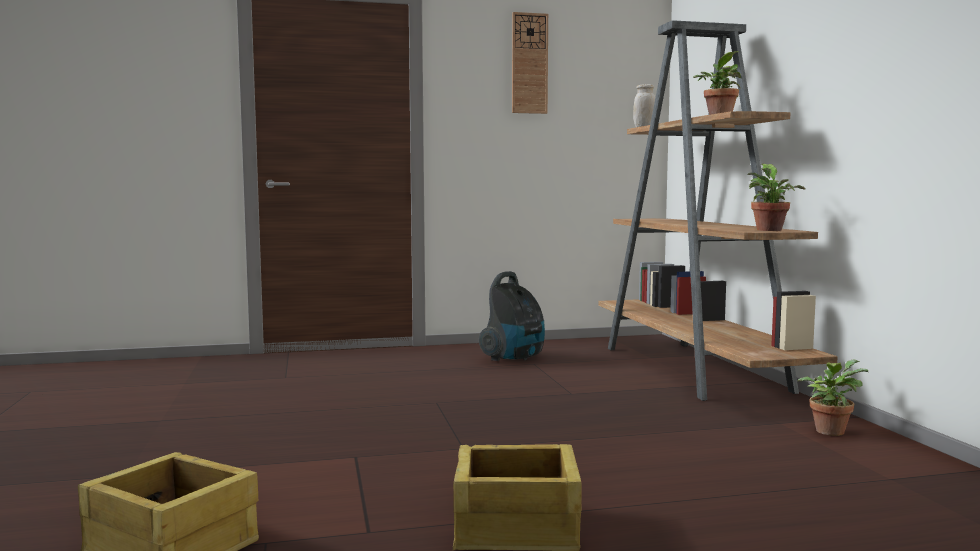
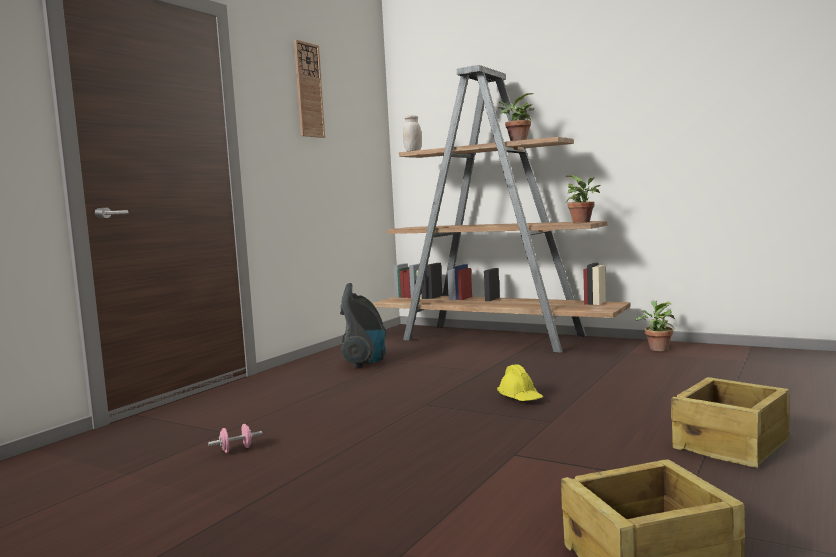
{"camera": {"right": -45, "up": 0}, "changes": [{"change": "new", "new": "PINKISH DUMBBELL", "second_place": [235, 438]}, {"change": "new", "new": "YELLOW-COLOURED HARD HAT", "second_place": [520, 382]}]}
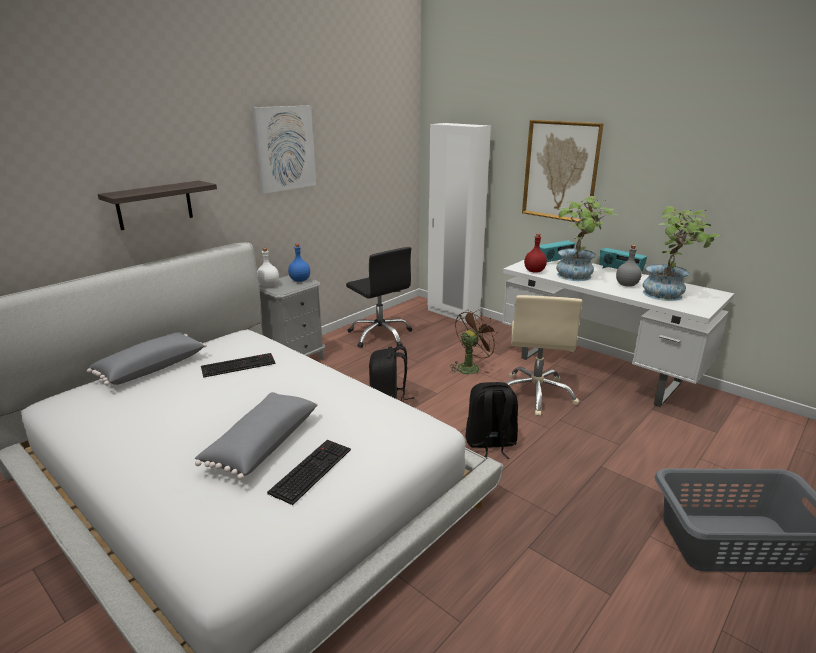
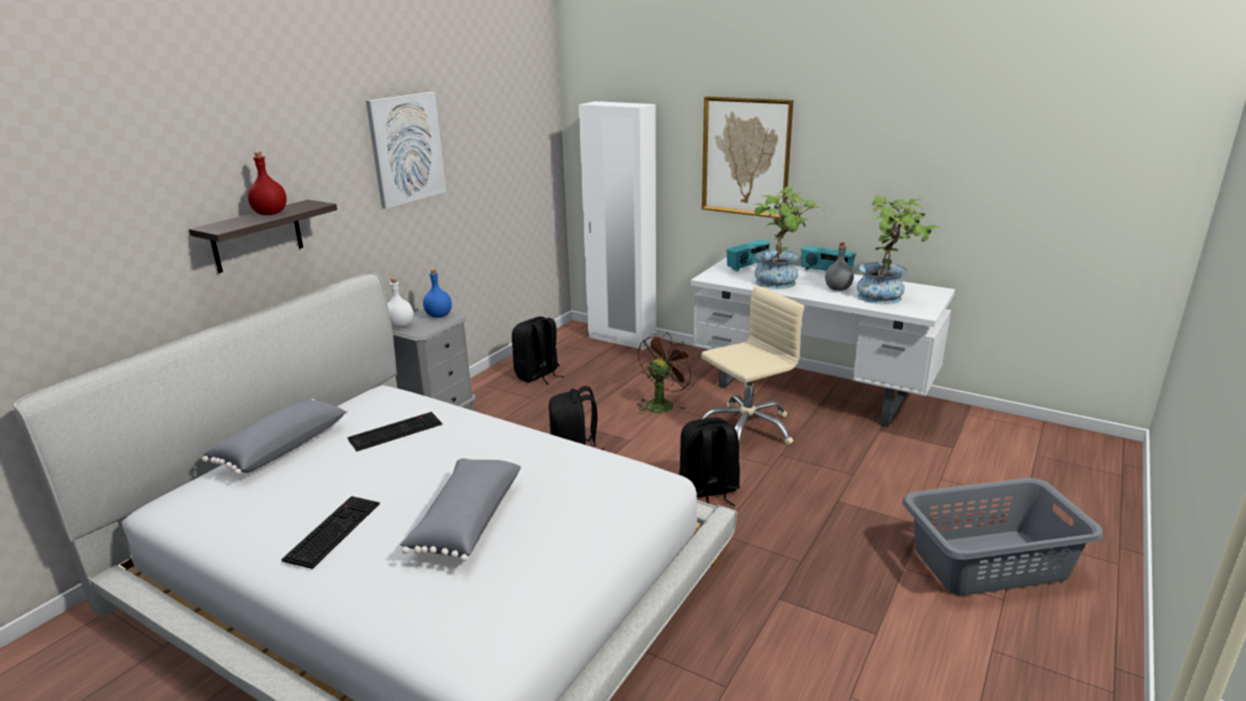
{"camera": {"right": -10, "up": 0}, "changes": [{"change": "shifted", "old": "COMPUTER KEYBOARD", "first_place": [309, 472], "second_place": [330, 532]}, {"change": "shifted", "old": "REDDISH BOTTLE", "first_place": [535, 253], "second_place": [267, 183]}, {"change": "swapped", "old": "BLACK-COLOURED COMPUTER CHAIR", "new": "BLACK-COLOURED KNAPSACK", "first_place": [379, 297], "second_place": [538, 350]}, {"change": "rotated", "old": "BEIGE COMPUTER CHAIR", "first_place": [544, 356], "second_place": [752, 365], "degrees": -120}]}
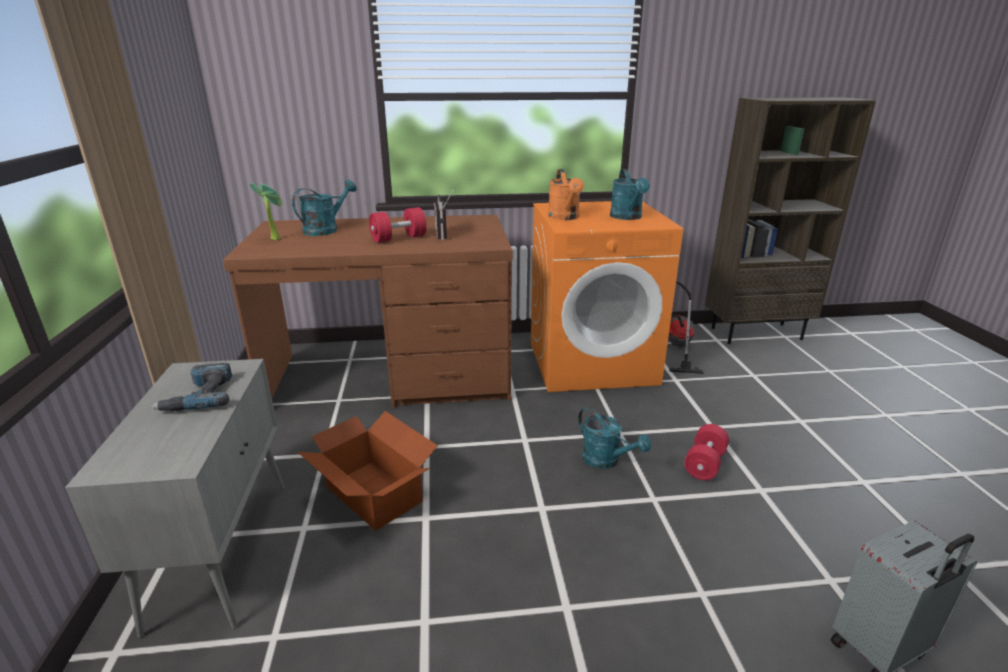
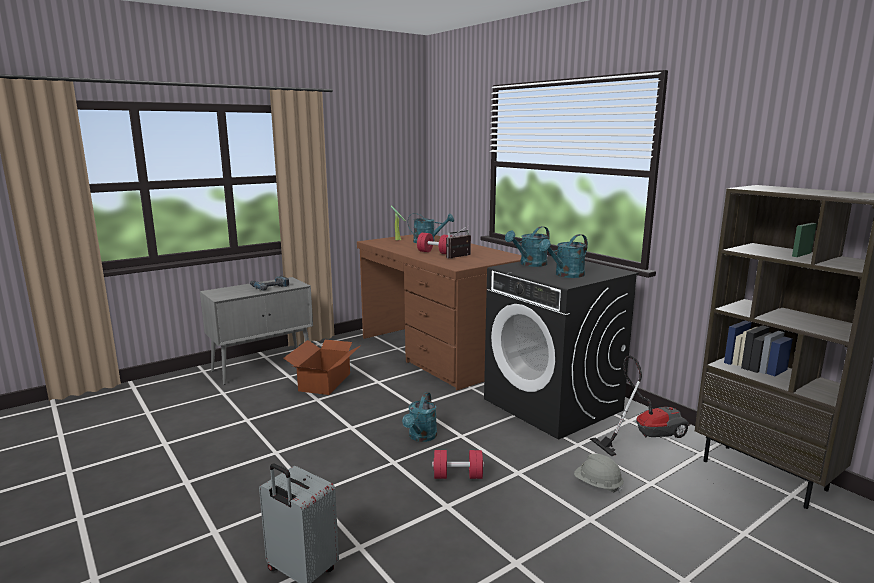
{"camera": {"right": 60, "up": -10}, "changes": [{"change": "new", "new": "GREYISH HARD HAT", "second_place": [599, 473]}, {"change": "repainted", "old": "ORANGE-COLOURED WASHING MACHINE", "new": "BLACK-COLOURED WASHING MACHINE", "first_place": [607, 296], "second_place": [561, 348]}, {"change": "repainted", "old": "ORANGE-COLOURED WATERING CAN", "new": "TURQUOISE WATERING CAN", "first_place": [566, 194], "second_place": [527, 246]}]}
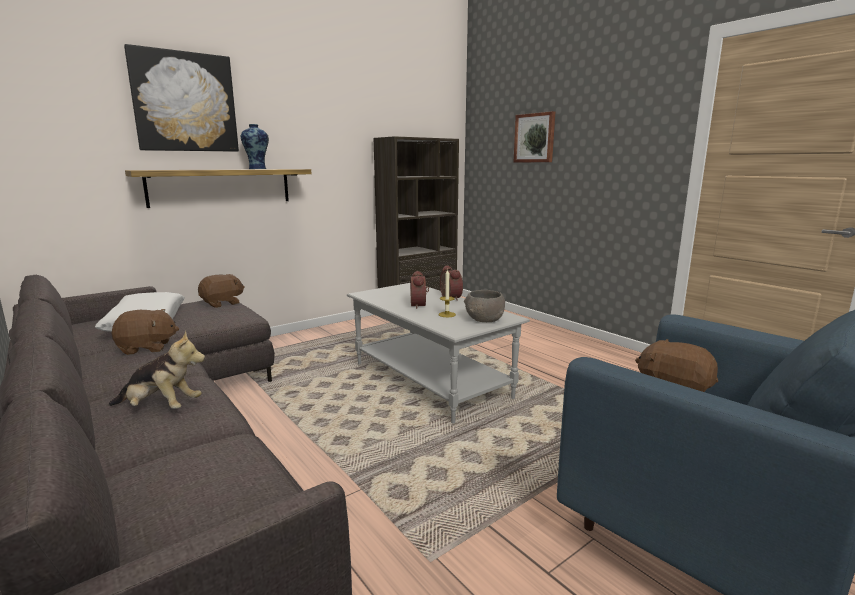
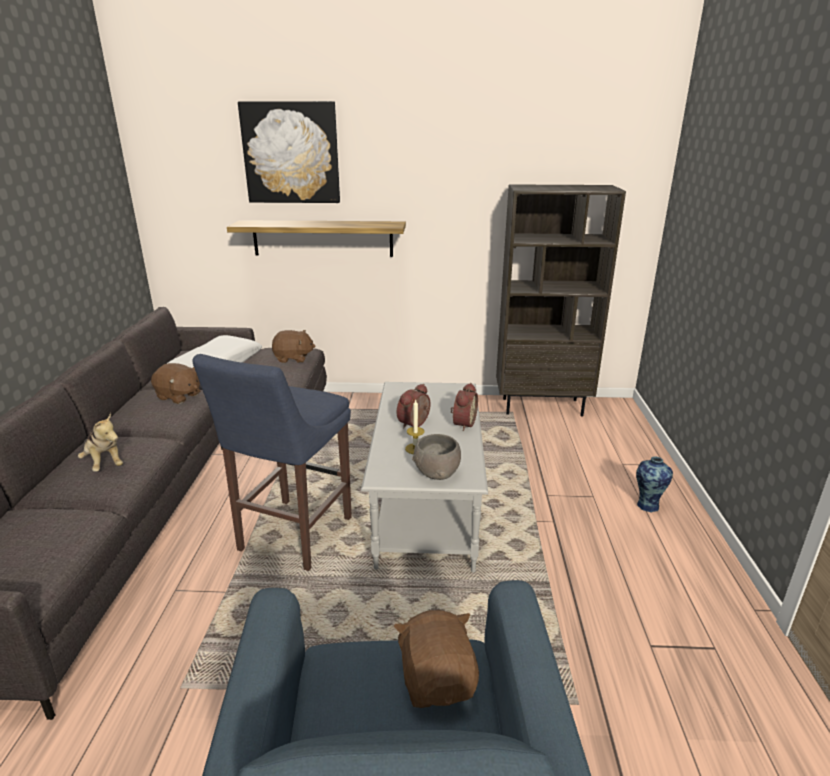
{"camera": {"right": 40, "up": 10}, "changes": [{"change": "gone", "old": "WALL PICTURE", "first_place": [534, 136]}, {"change": "new", "new": "BLUISH STOOL SEAT", "second_place": [272, 462]}, {"change": "shifted", "old": "FLOWER VASE", "first_place": [255, 146], "second_place": [654, 484]}]}
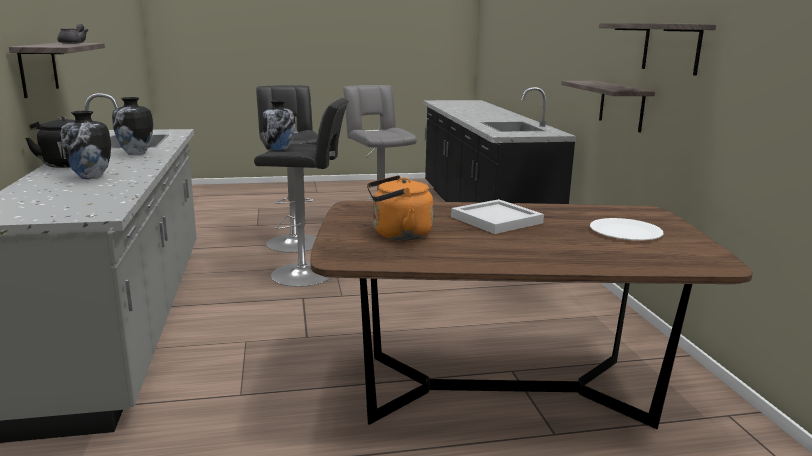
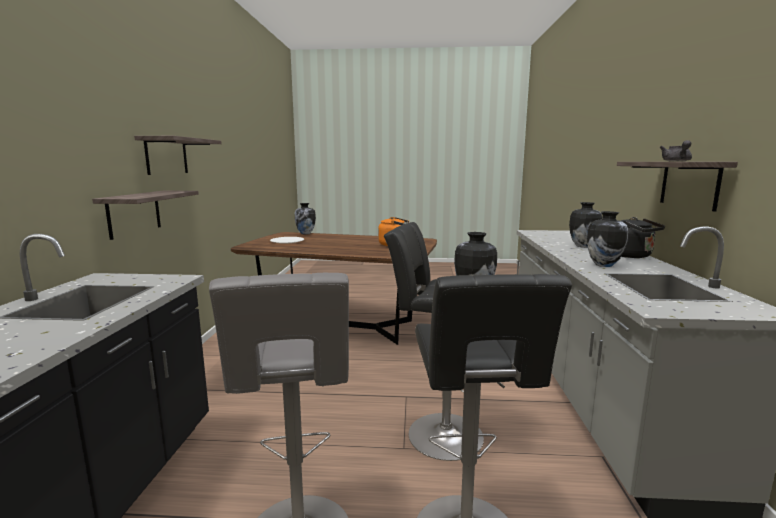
{"camera": {"right": -165, "up": -5}, "changes": [{"change": "gone", "old": "WHITISH TRAY", "first_place": [497, 216]}, {"change": "new", "new": "FLOWER VASE", "second_place": [305, 218]}]}
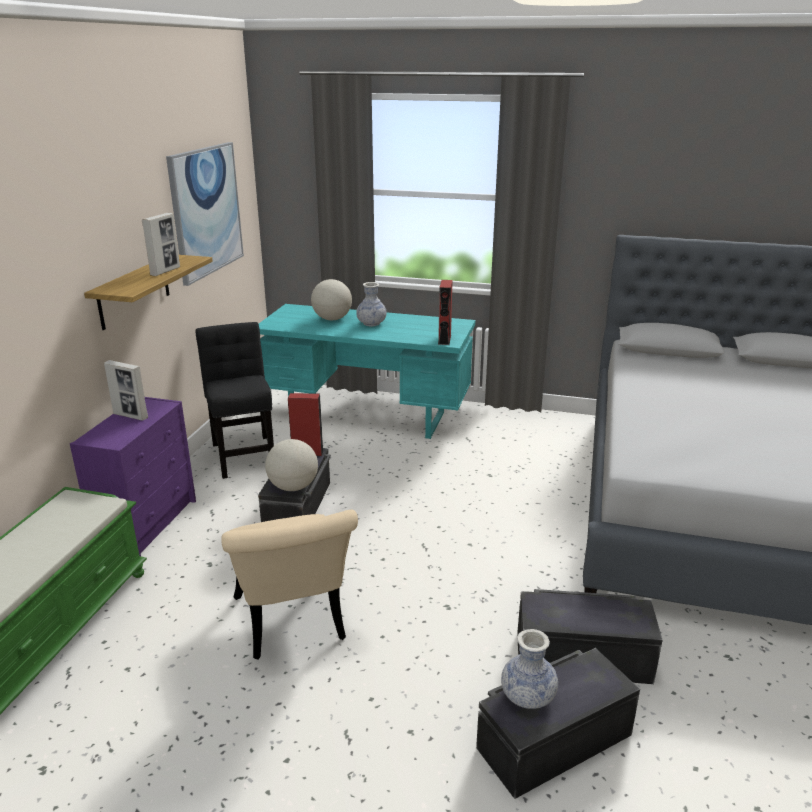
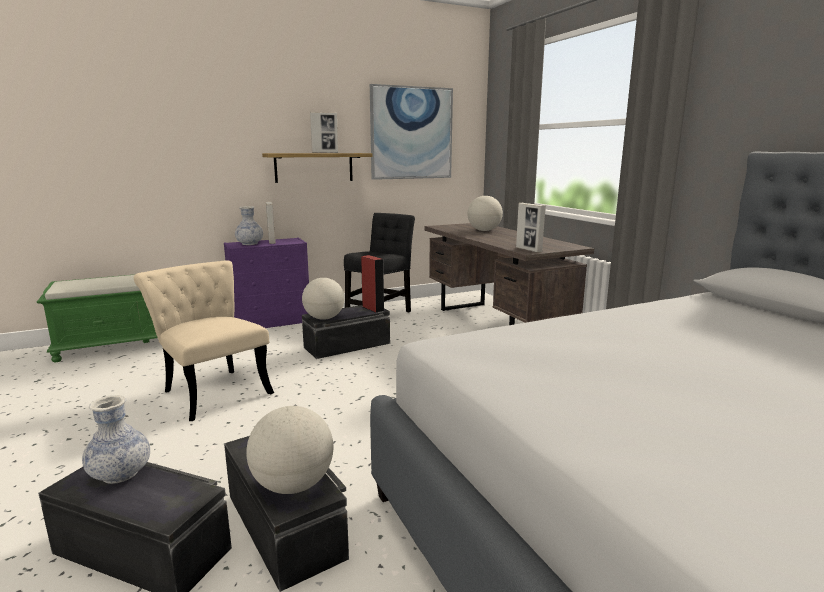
{"camera": {"right": 50, "up": -10}, "changes": [{"change": "new", "new": "WORLD GLOBE", "second_place": [289, 450]}, {"change": "shifted", "old": "FLOWER VASE", "first_place": [371, 304], "second_place": [249, 225]}, {"change": "swapped", "old": "REDDISH AUDIO SPEAKER", "new": "STANDING FRAME", "first_place": [445, 312], "second_place": [531, 228]}, {"change": "repainted", "old": "TURQUOISE DESK TABLE", "new": "BROWN-COLOURED DESK TABLE", "first_place": [367, 371], "second_place": [509, 274]}, {"change": "rotated", "old": "BEIGE UPRIGHT CHAIR", "first_place": [289, 584], "second_place": [204, 340], "degrees": 105}]}
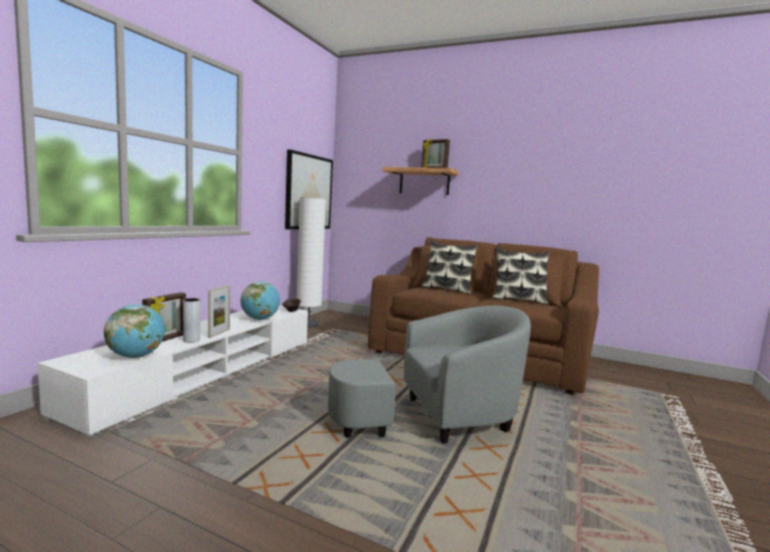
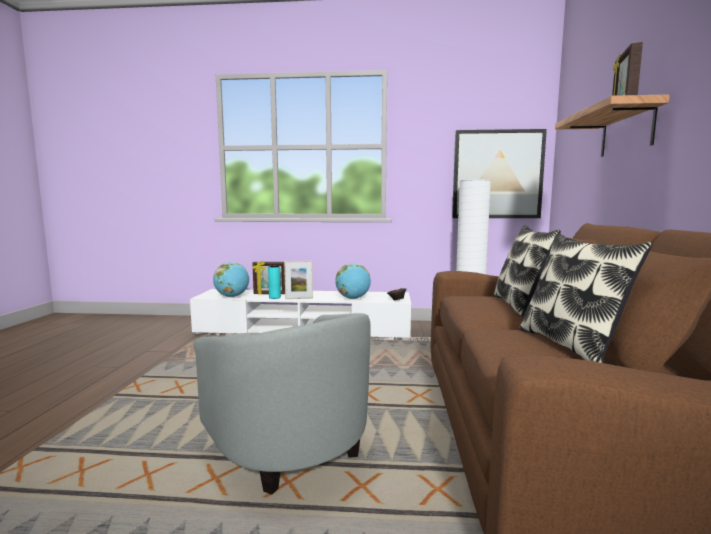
{"camera": {"right": 70, "up": 0}, "changes": [{"change": "repainted", "old": "GREYISH FLOWER VASE", "new": "TURQUOISE FLOWER VASE", "first_place": [191, 320], "second_place": [274, 282]}]}
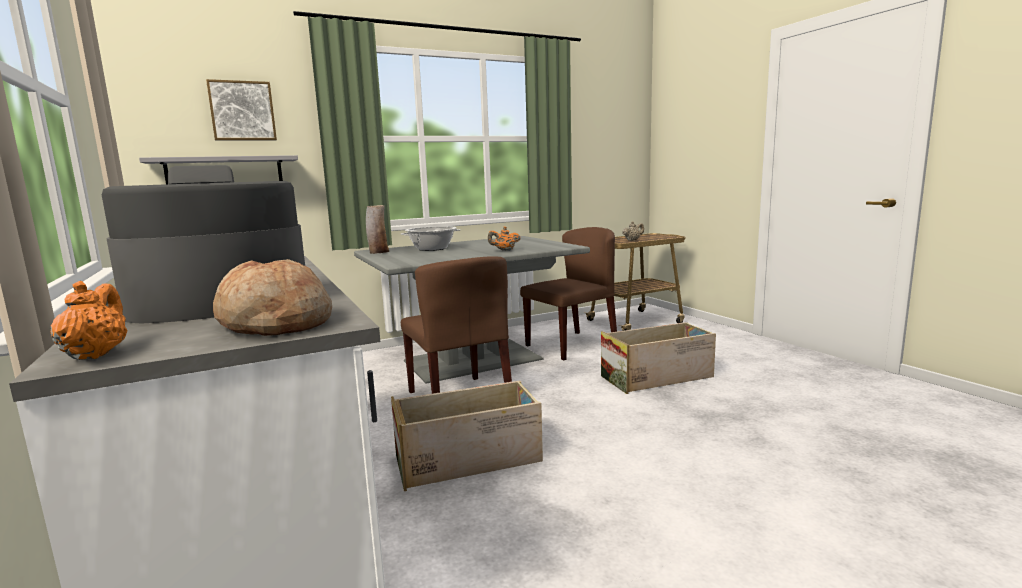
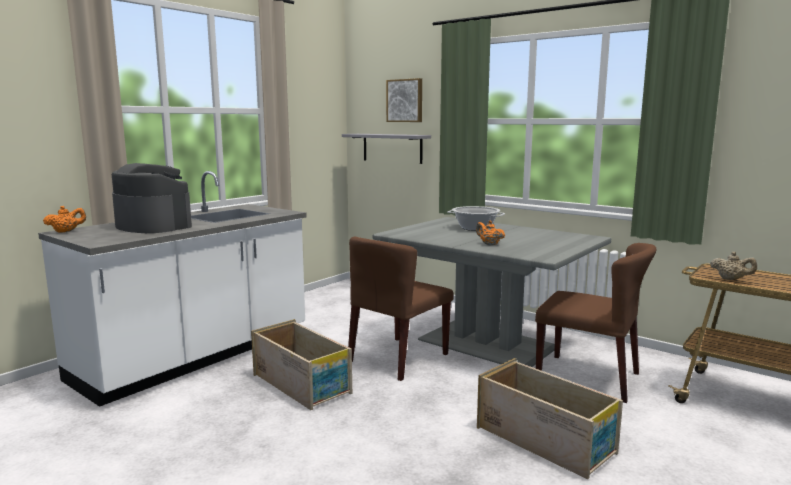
{"camera": {"right": 65, "up": 0}, "changes": [{"change": "gone", "old": "BAKERY BREAD", "first_place": [272, 297]}, {"change": "gone", "old": "FLOWER VASE", "first_place": [377, 229]}]}
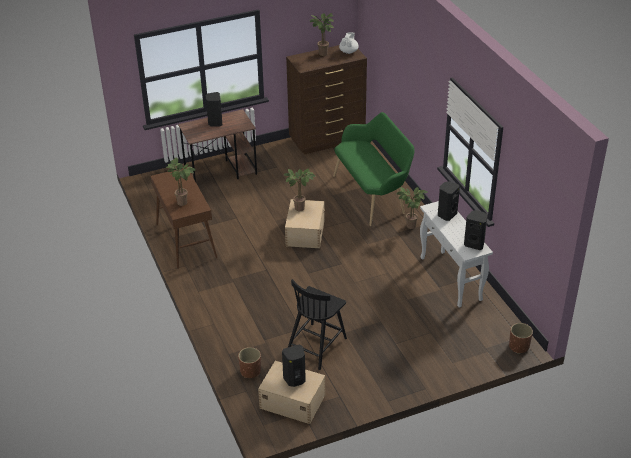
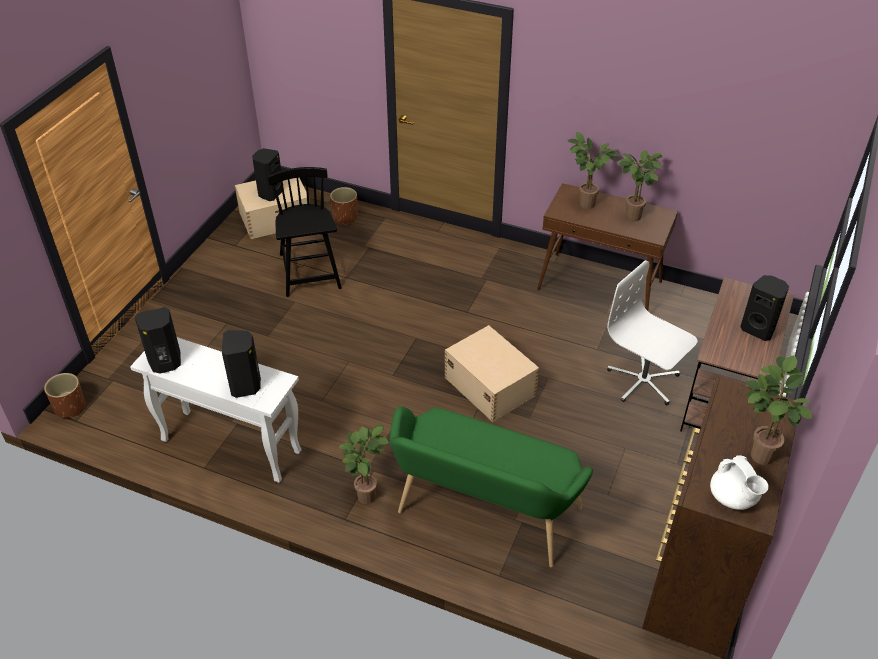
{"camera": {"right": 135, "up": 5}, "changes": [{"change": "new", "new": "WHITISH COMPUTER CHAIR", "second_place": [652, 332]}, {"change": "shifted", "old": "POTTED PLANT", "first_place": [299, 190], "second_place": [641, 185]}]}
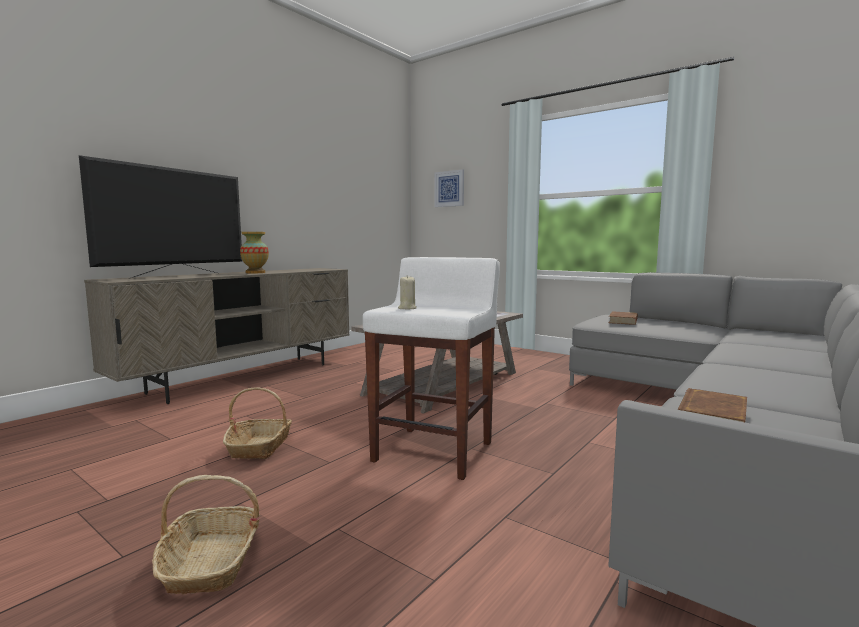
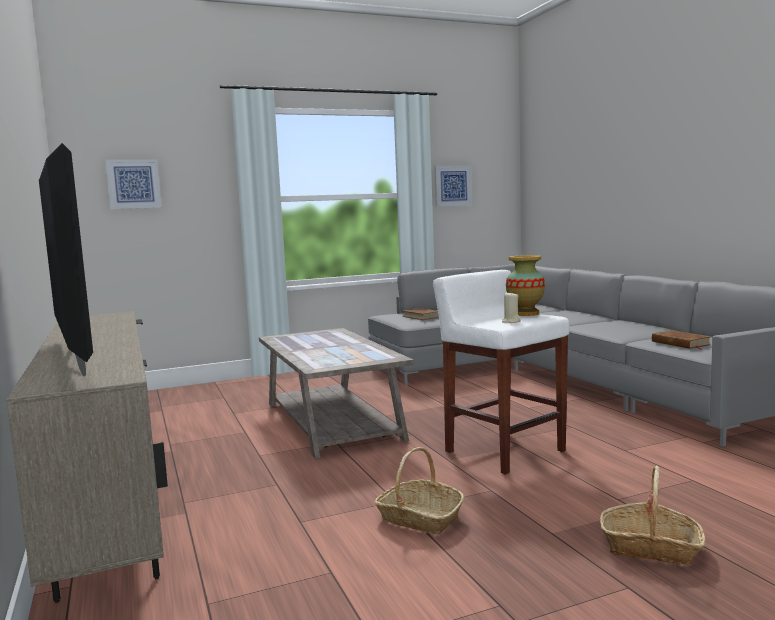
{"camera": {"right": -60, "up": 0}, "changes": [{"change": "new", "new": "WALL PICTURE", "second_place": [453, 186]}, {"change": "shifted", "old": "FLOWER VASE", "first_place": [254, 252], "second_place": [525, 285]}]}
